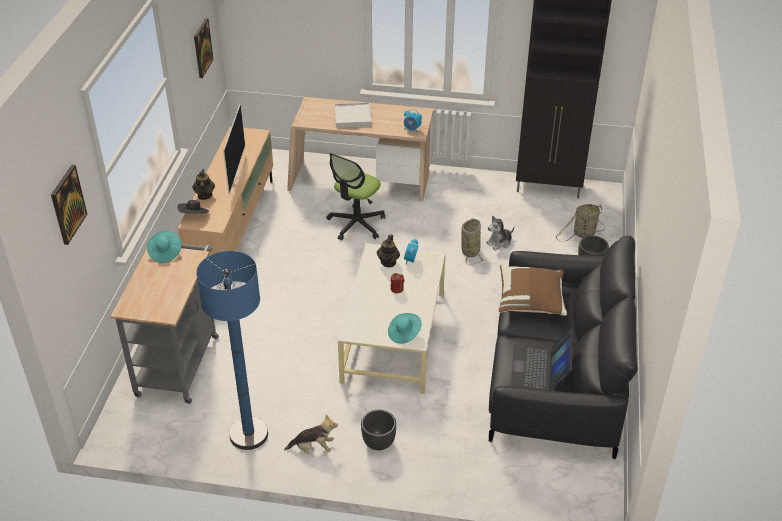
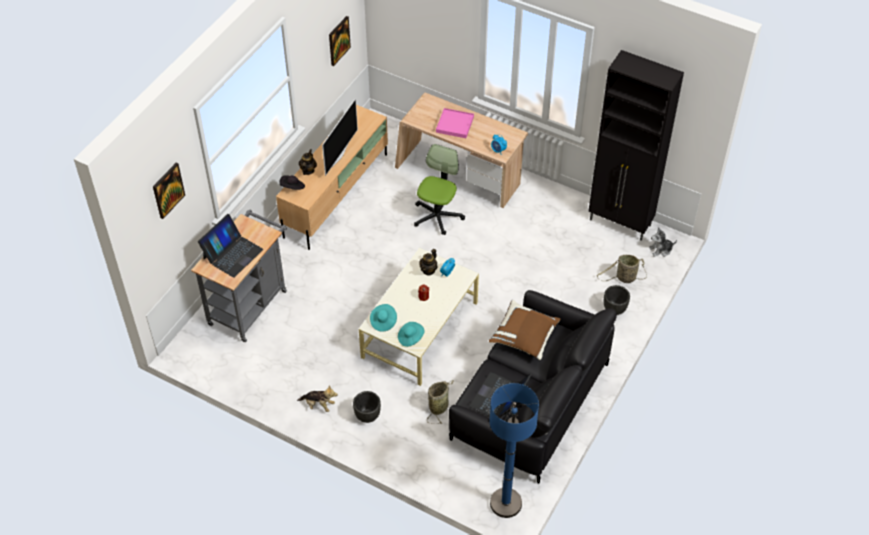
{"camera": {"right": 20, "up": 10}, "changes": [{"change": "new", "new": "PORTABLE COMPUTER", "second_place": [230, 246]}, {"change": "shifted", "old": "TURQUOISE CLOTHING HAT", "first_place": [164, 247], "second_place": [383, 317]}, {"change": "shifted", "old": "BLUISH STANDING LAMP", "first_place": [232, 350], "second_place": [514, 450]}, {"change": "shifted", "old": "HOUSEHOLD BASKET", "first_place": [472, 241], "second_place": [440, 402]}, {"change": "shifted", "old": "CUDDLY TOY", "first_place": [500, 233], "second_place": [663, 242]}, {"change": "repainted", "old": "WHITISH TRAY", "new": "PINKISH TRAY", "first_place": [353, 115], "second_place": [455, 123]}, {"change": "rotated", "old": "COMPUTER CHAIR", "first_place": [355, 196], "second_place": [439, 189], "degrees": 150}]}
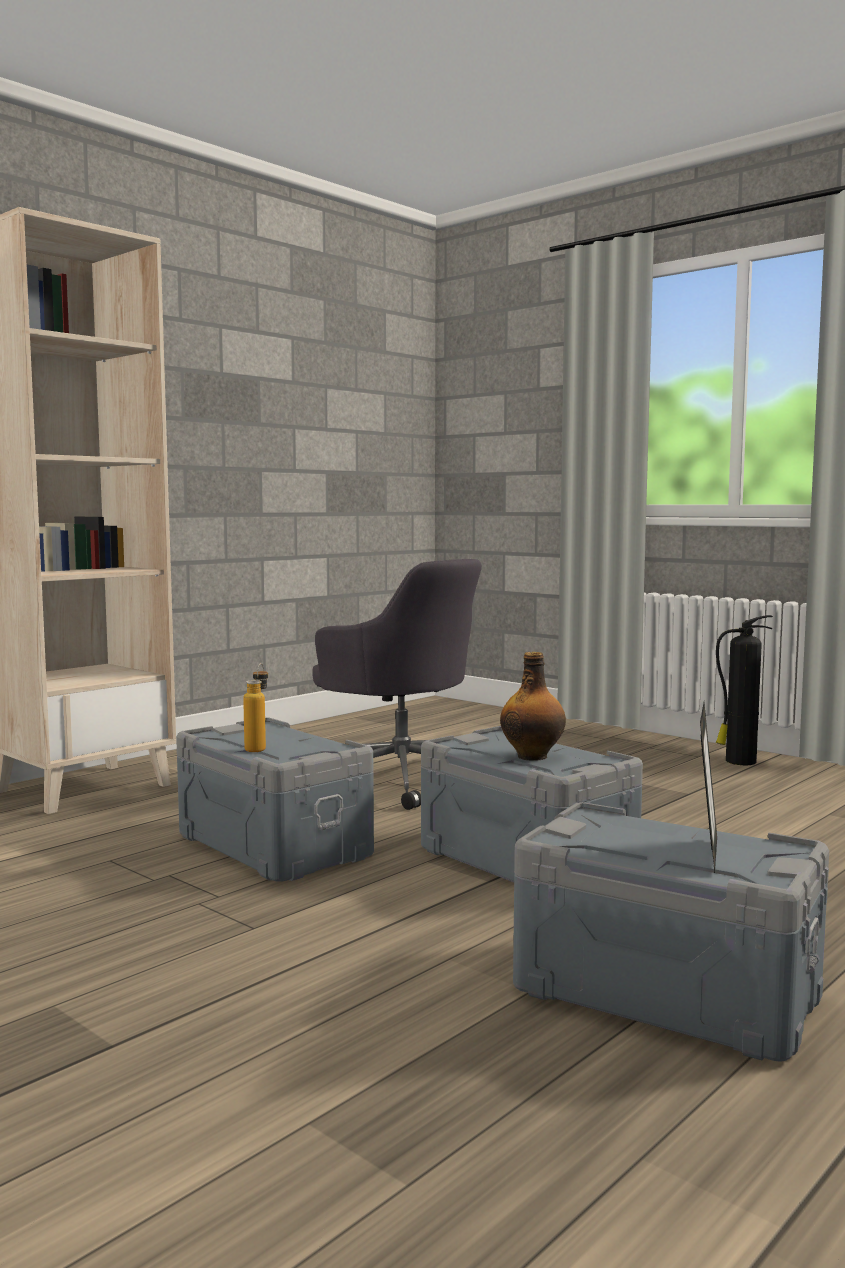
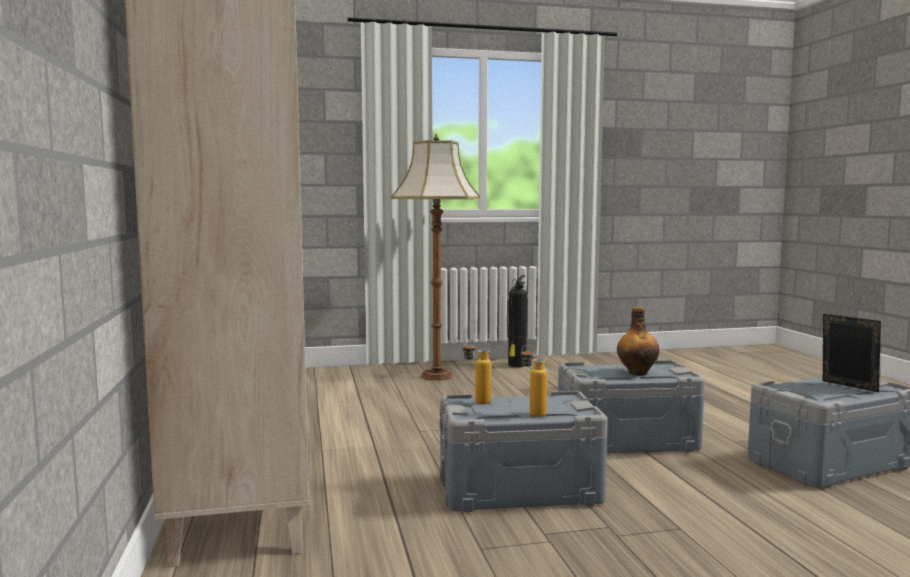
{"camera": {"right": -55, "up": 0}, "changes": [{"change": "gone", "old": "GREYISH COMPUTER CHAIR", "first_place": [397, 684]}, {"change": "new", "new": "STANDING LAMP", "second_place": [435, 257]}, {"change": "new", "new": "BOTTLE", "second_place": [476, 371]}]}
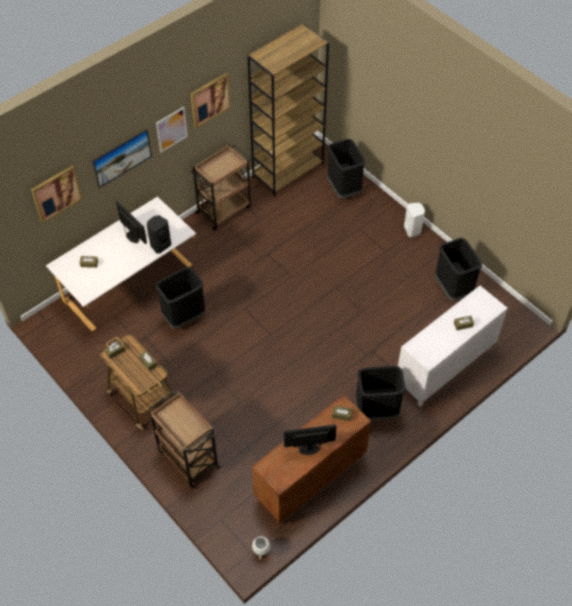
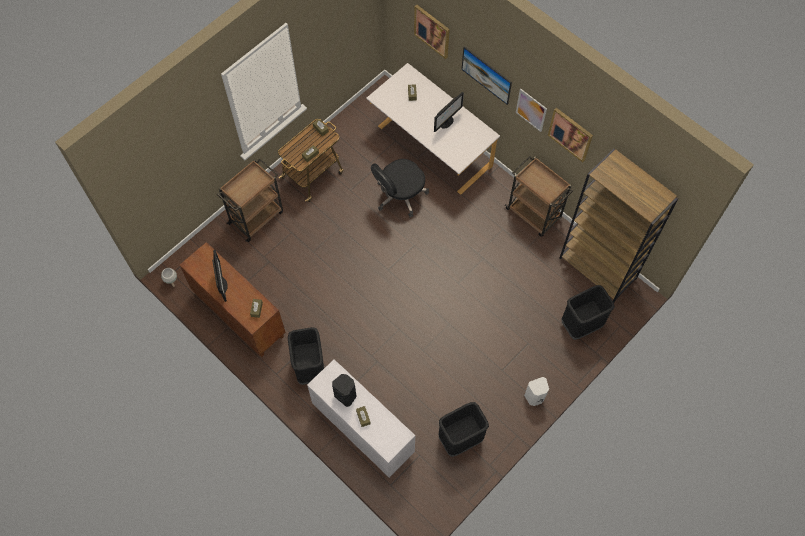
{"camera": {"right": 85, "up": 10}, "changes": [{"change": "shifted", "old": "BLACK-COLOURED AUDIO SPEAKER", "first_place": [159, 234], "second_place": [344, 390]}, {"change": "swapped", "old": "BLACK-COLOURED RUBBISH BIN", "new": "BLACK-COLOURED COMPUTER CHAIR", "first_place": [180, 298], "second_place": [400, 188]}]}
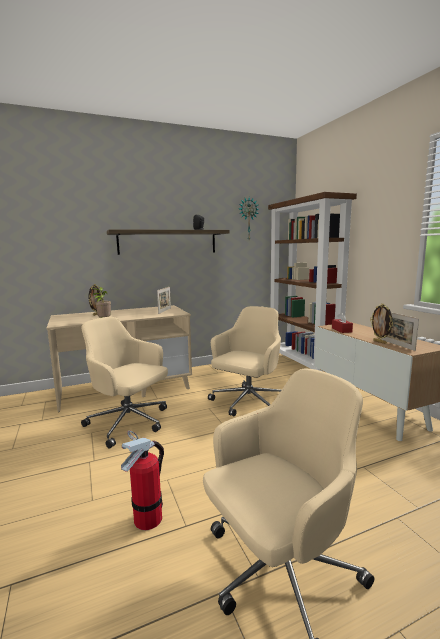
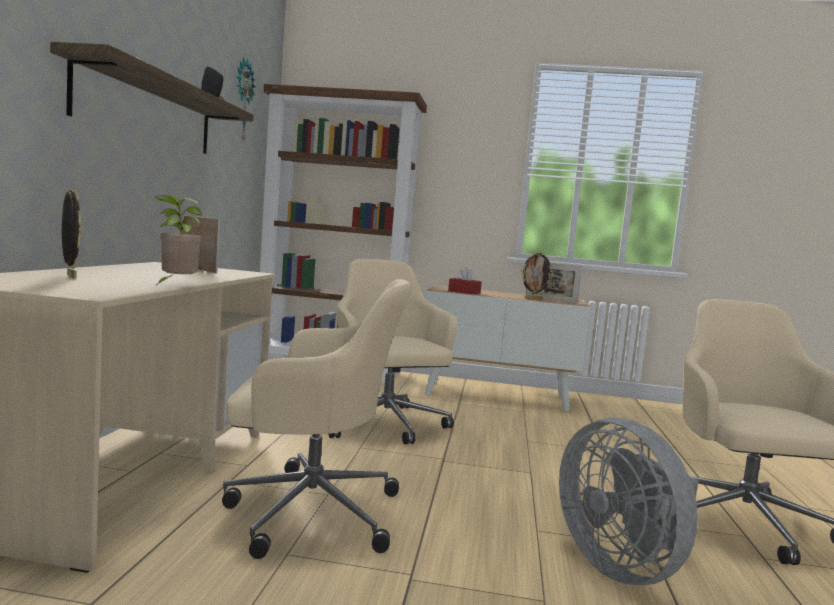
{"camera": {"right": -60, "up": -5}, "changes": [{"change": "swapped", "old": "EXTINGUISHER", "new": "GREYISH COOLING FAN", "first_place": [142, 480], "second_place": [628, 501]}, {"change": "rotated", "old": "BEIGE COMPUTER CHAIR", "first_place": [124, 383], "second_place": [316, 419], "degrees": -150}]}
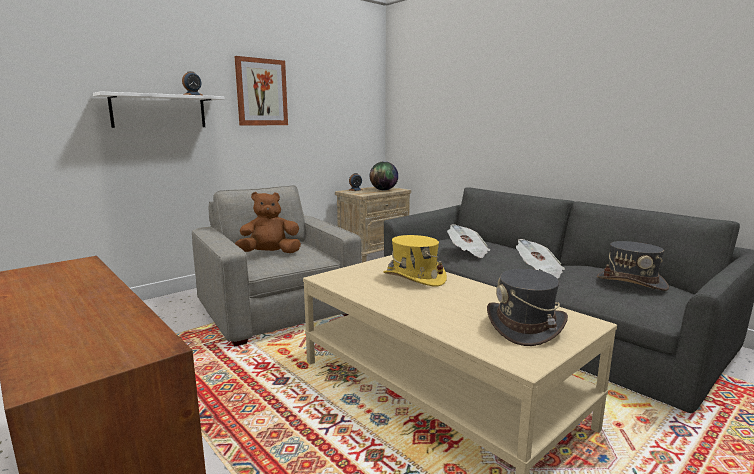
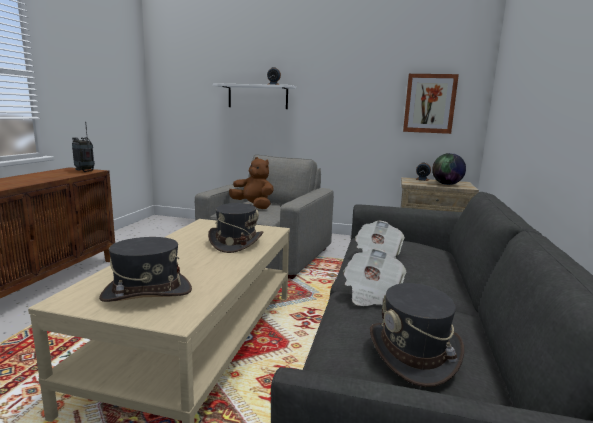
{"camera": {"right": 55, "up": 0}, "changes": [{"change": "new", "new": "RADIO RECEIVER", "second_place": [83, 147]}, {"change": "shifted", "old": "WALL PICTURE", "first_place": [261, 90], "second_place": [431, 104]}, {"change": "repainted", "old": "YELLOW-COLOURED CLOTHING HAT", "new": "GREYISH CLOTHING HAT", "first_place": [415, 261], "second_place": [235, 228]}]}
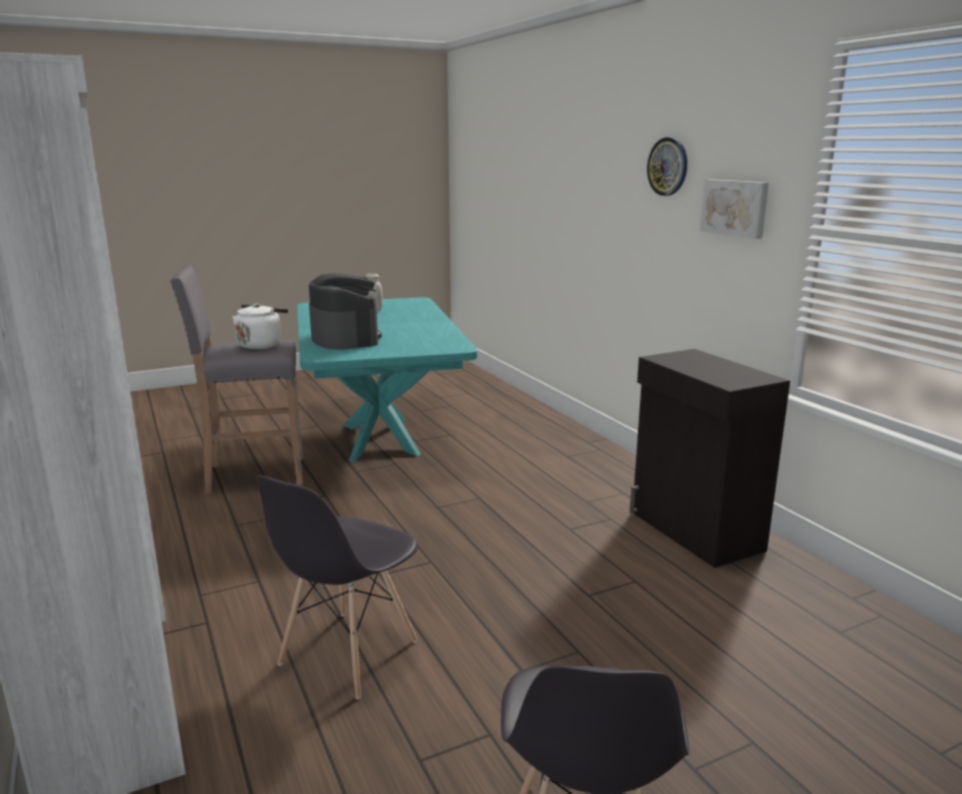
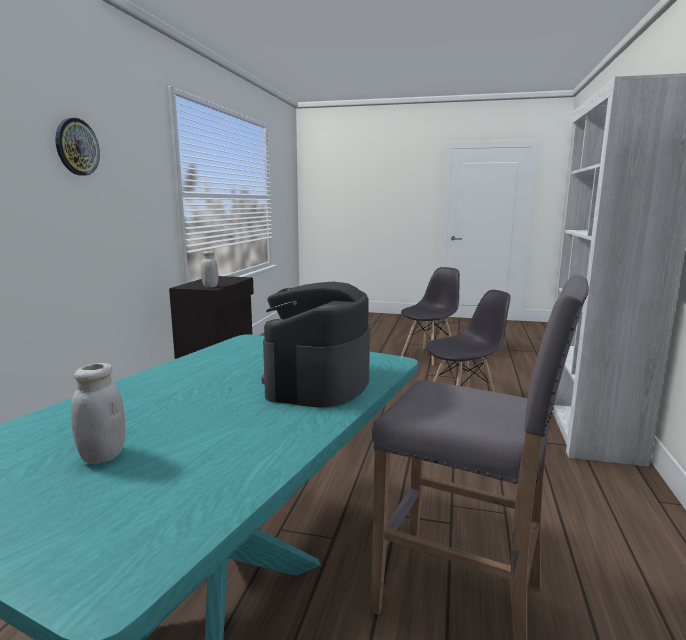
{"camera": {"right": -140, "up": -5}, "changes": [{"change": "gone", "old": "WHITISH WATER KETTLE", "first_place": [260, 326]}, {"change": "gone", "old": "WALL PICTURE", "first_place": [734, 209]}, {"change": "new", "new": "WHITISH STORAGE JAR", "second_place": [209, 269]}]}
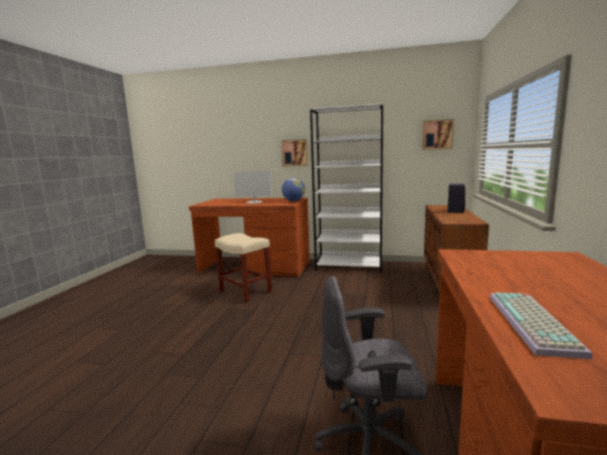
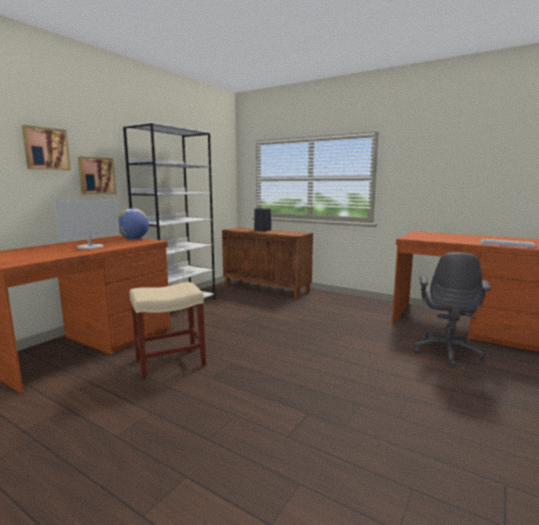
{"camera": {"right": -70, "up": 0}, "changes": [{"change": "shifted", "old": "WALL PICTURE", "first_place": [438, 134], "second_place": [46, 147]}]}
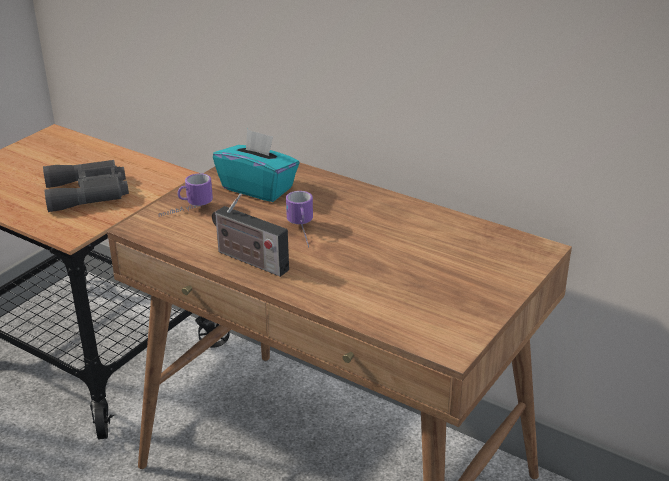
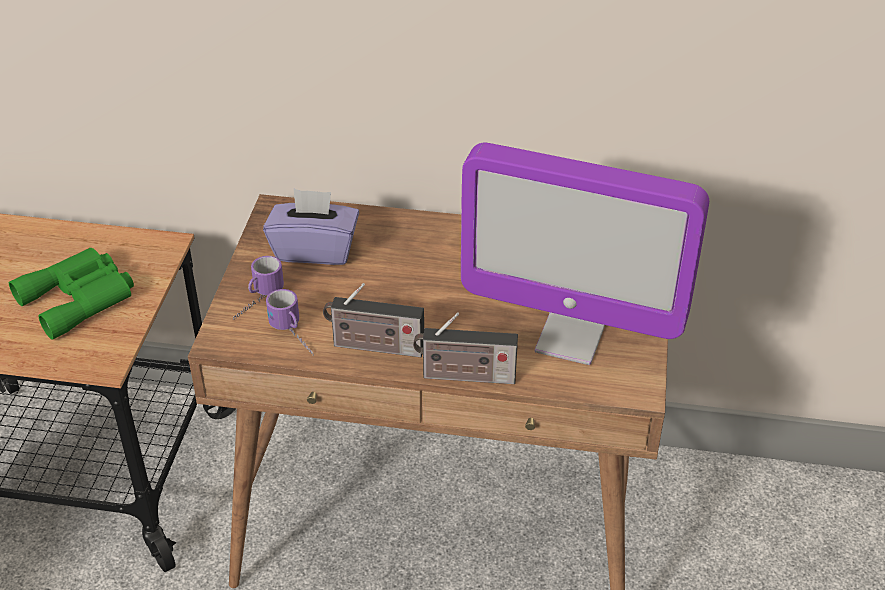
{"camera": {"right": -25, "up": 10}, "changes": [{"change": "new", "new": "RADIO RECEIVER", "second_place": [465, 348]}, {"change": "new", "new": "COMPUTER SCREEN", "second_place": [585, 254]}, {"change": "shifted", "old": "COFFEE MUG", "first_place": [299, 219], "second_place": [290, 322]}, {"change": "repainted", "old": "GREYISH PAIR OF BINOCULARS", "new": "GREEN PAIR OF BINOCULARS", "first_place": [86, 186], "second_place": [71, 294]}, {"change": "repainted", "old": "TURQUOISE TISSUE HOLDER", "new": "PURPLE-COLOURED TISSUE HOLDER", "first_place": [256, 165], "second_place": [311, 227]}]}
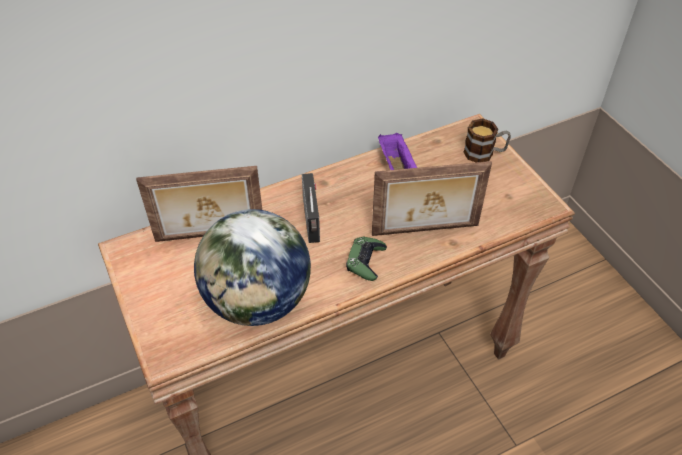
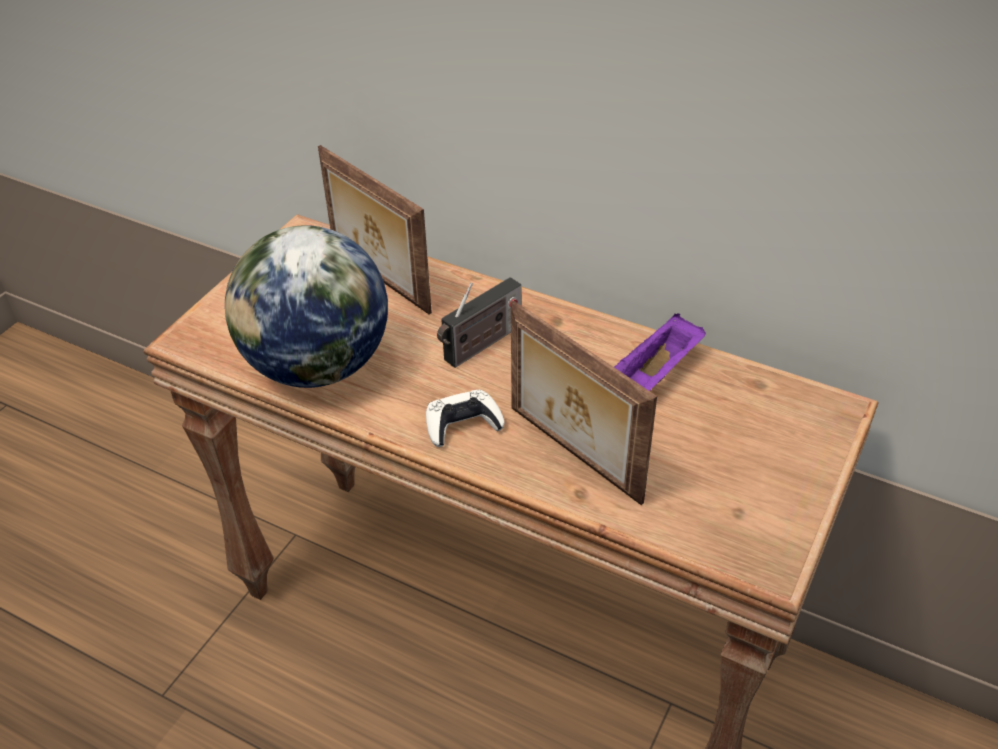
{"camera": {"right": 55, "up": -5}, "changes": [{"change": "gone", "old": "COFFEE MUG", "first_place": [487, 140]}, {"change": "repainted", "old": "GREEN GAMEPAD", "new": "WHITISH GAMEPAD", "first_place": [366, 258], "second_place": [465, 418]}]}
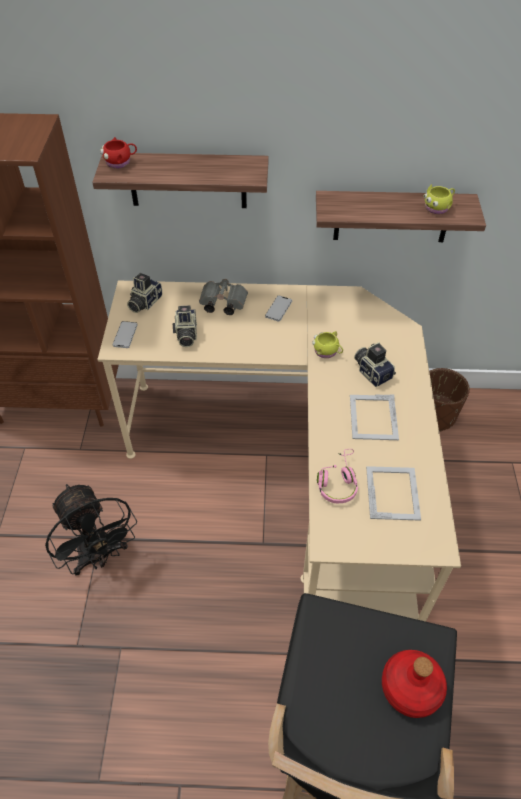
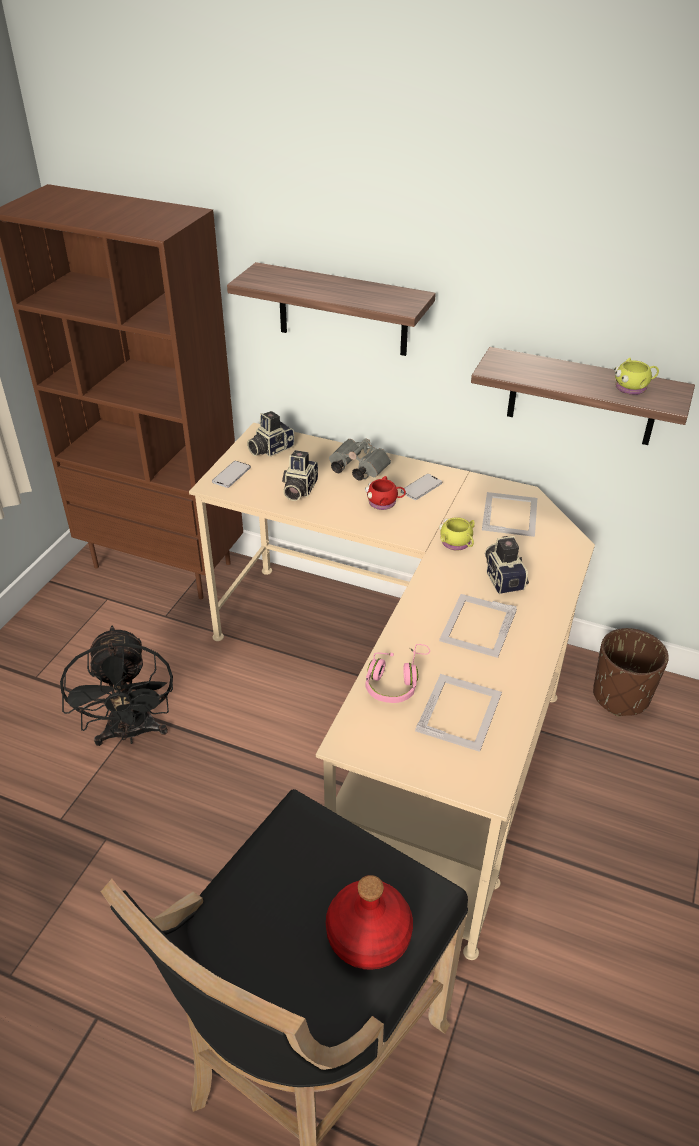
{"camera": {"right": 20, "up": -10}, "changes": [{"change": "new", "new": "STANDING FRAME", "second_place": [509, 514]}, {"change": "shifted", "old": "REDDISH COFFEE MUG", "first_place": [118, 153], "second_place": [385, 493]}]}
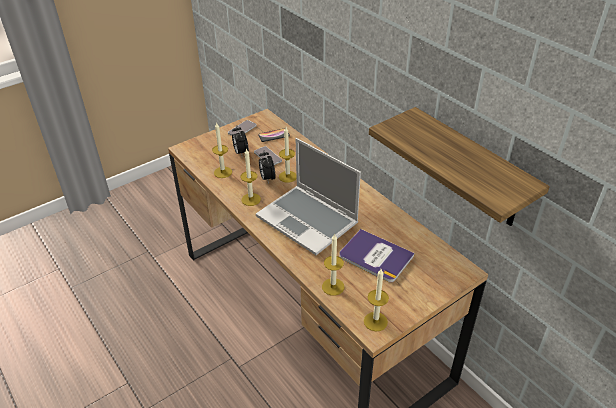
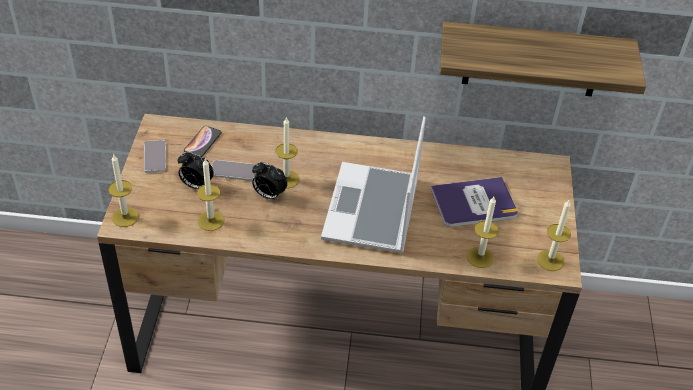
{"camera": {"right": -50, "up": 5}, "changes": [{"change": "shifted", "old": "WAX LIGHT", "first_place": [250, 177], "second_place": [123, 191]}, {"change": "rotated", "old": "PORTABLE COMPUTER", "first_place": [308, 196], "second_place": [373, 185], "degrees": 105}]}
